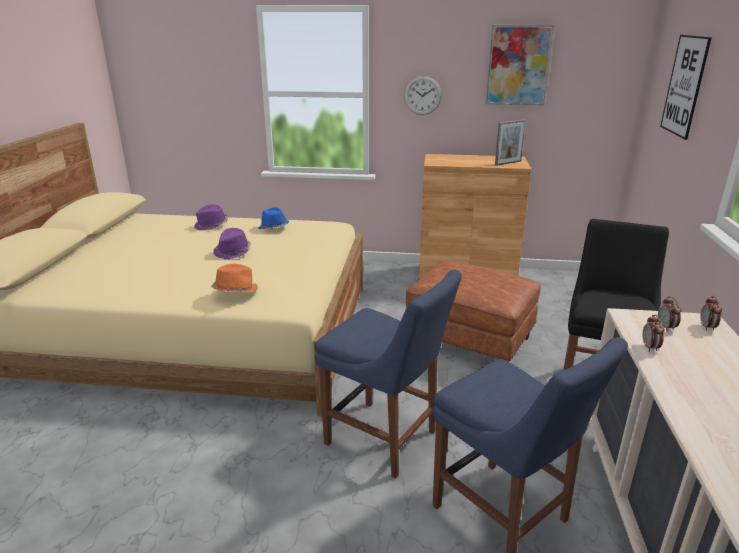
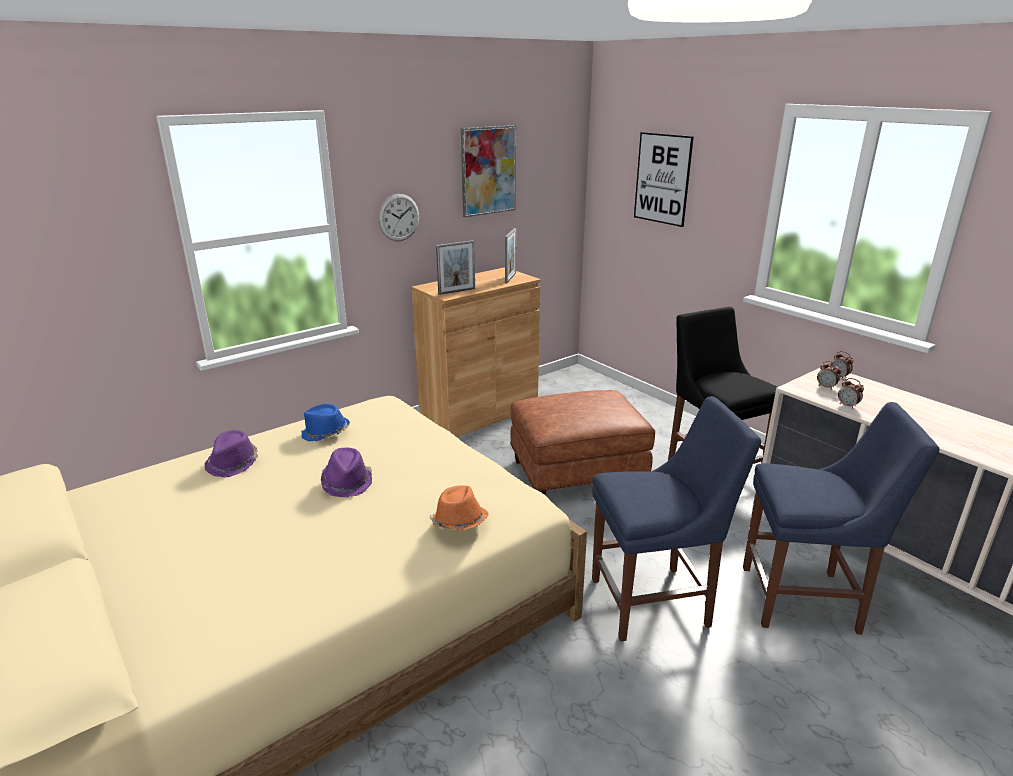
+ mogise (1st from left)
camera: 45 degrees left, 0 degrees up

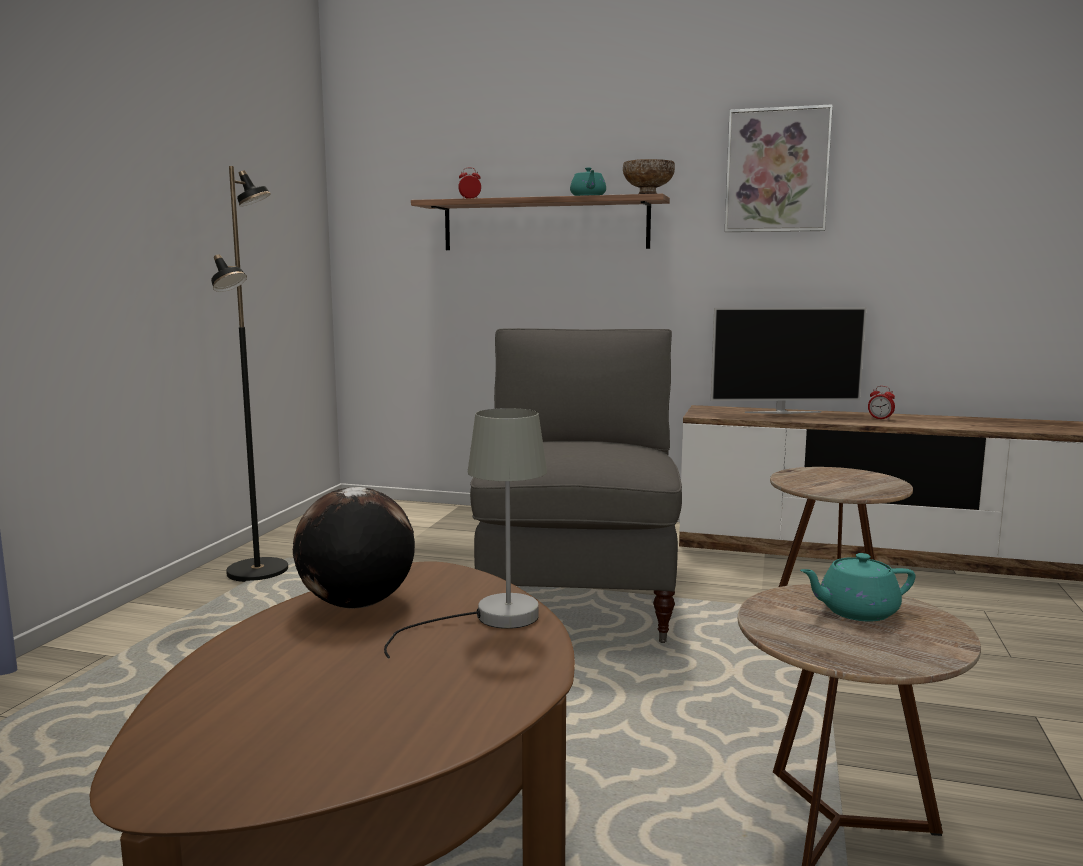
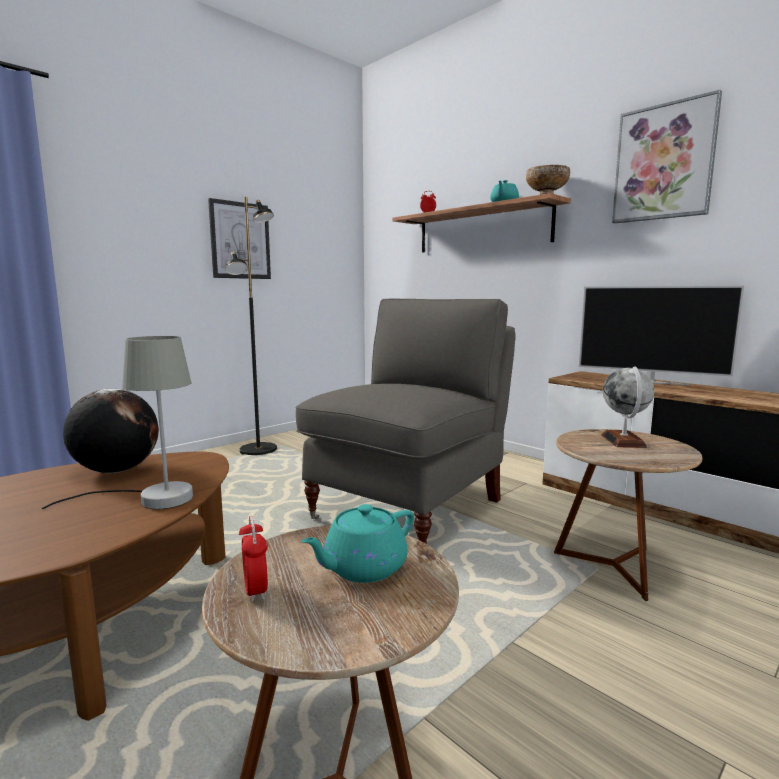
~ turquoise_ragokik (2nd from left in the first image) 60 degrees counterclockwise
~ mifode (2nd from left in the first image) to mifode (1st from left)
+ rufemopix (1st from left)
+ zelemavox (2nd from left)
camera: 30 degrees right, 0 degrees up

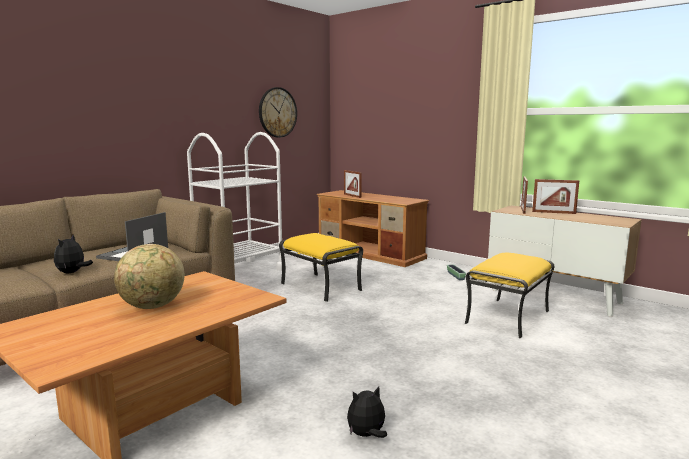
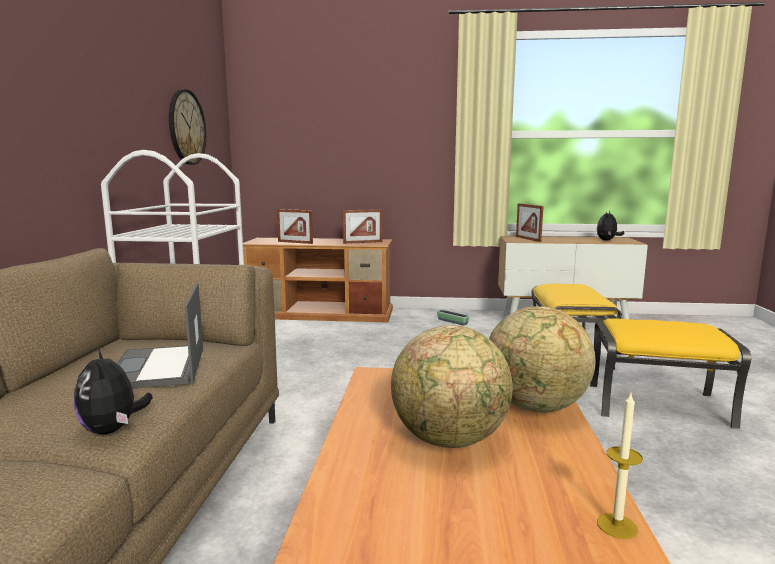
~ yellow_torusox (1st from left in the first image) to yellow_torusox (2nd from left)
~ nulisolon (2nd from left)
~ mogise (3rd from left in the first image) to mogise (2nd from left)
+ zelemavox (2nd from left)
+ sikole
camera: 35 degrees left, 0 degrees up

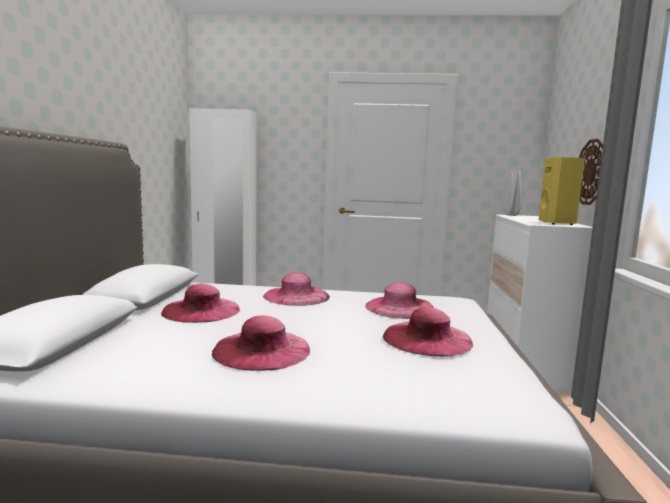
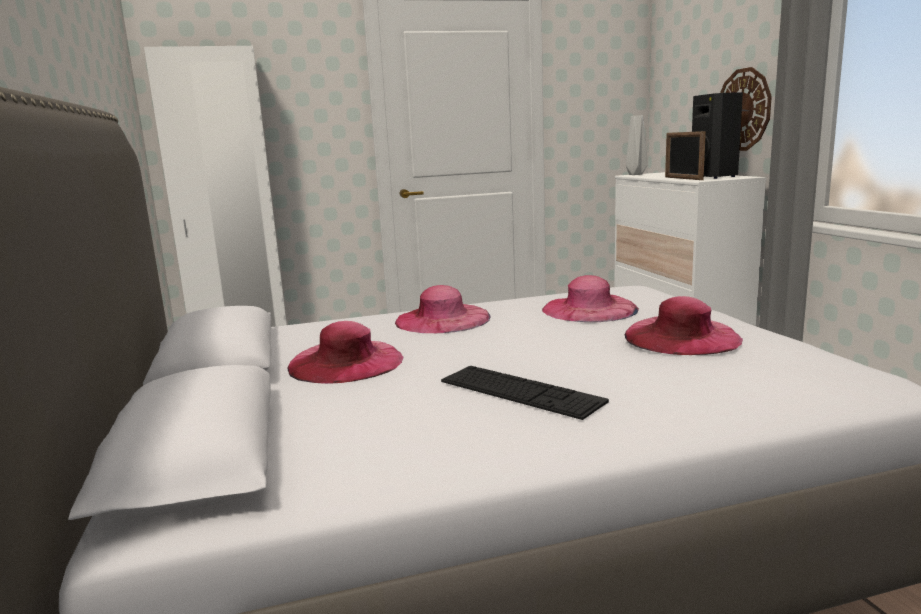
~ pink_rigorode (2nd from left) to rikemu
~ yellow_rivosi to black_rivosi
+ mogise
camera: 20 degrees left, 5 degrees up

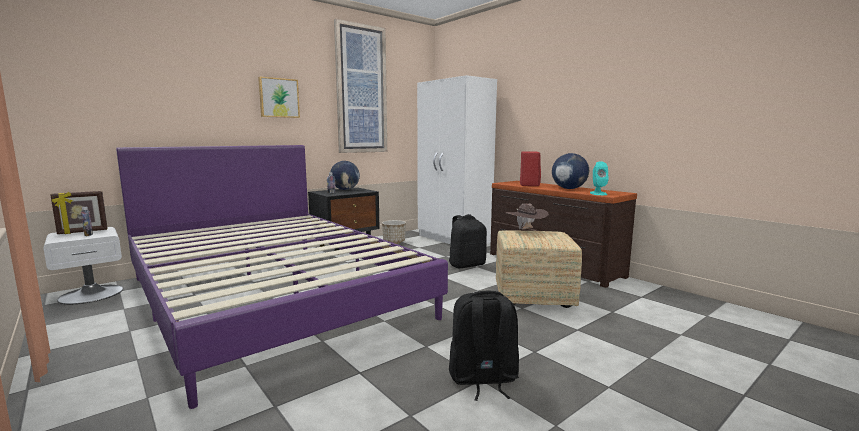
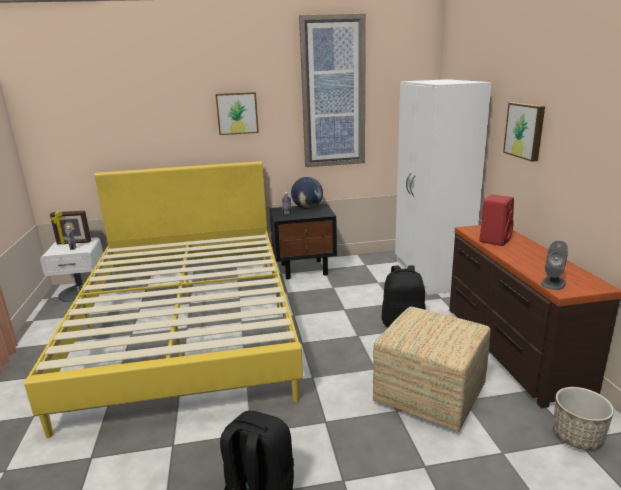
~ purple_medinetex to yellow_medinetex
~ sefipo
- brown_rigorode
- zelemavox (2nd from left)
~ turquoise_rivosi to grey_rivosi
+ rufemopix (3rd from left)
camera: 30 degrees right, 10 degrees up

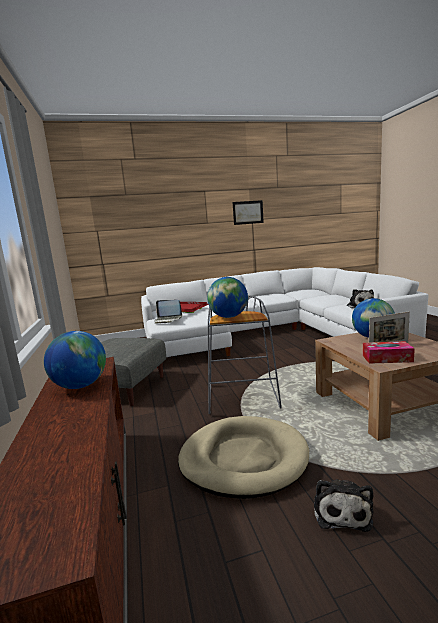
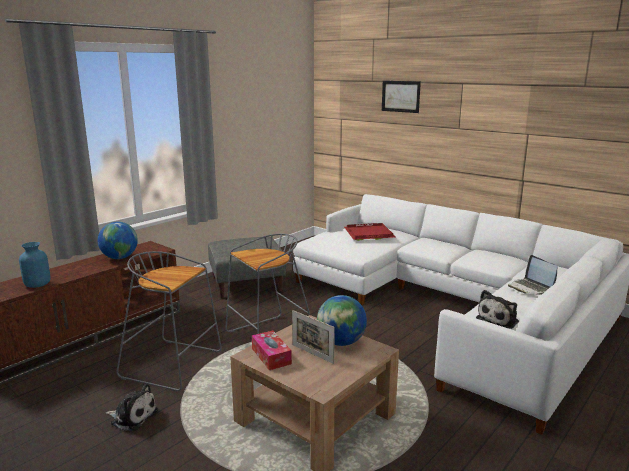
~ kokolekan
~ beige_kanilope to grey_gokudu (1st from left)
- zelemavox (2nd from left)
~ rufemopix
~ nulisolon (1st from left) 135 degrees counterclockwise
+ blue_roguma
camera: 55 degrees right, 5 degrees up

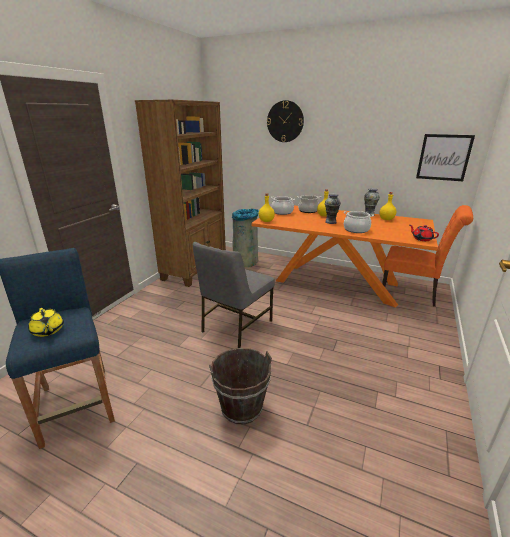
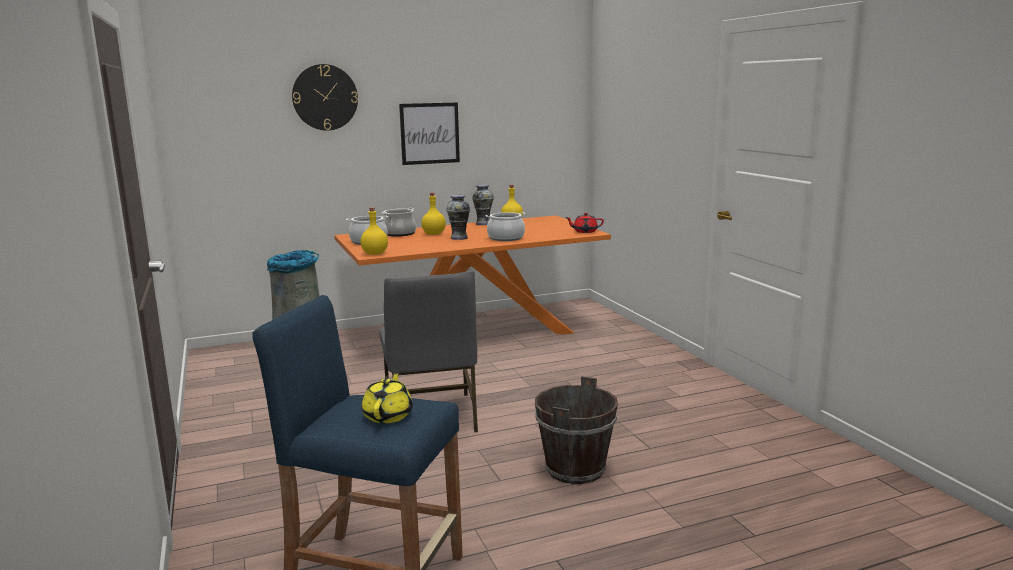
~ yellow_ragokik 90 degrees counterclockwise
- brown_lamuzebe
- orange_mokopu
~ rufemopix
camera: 45 degrees left, 10 degrees down

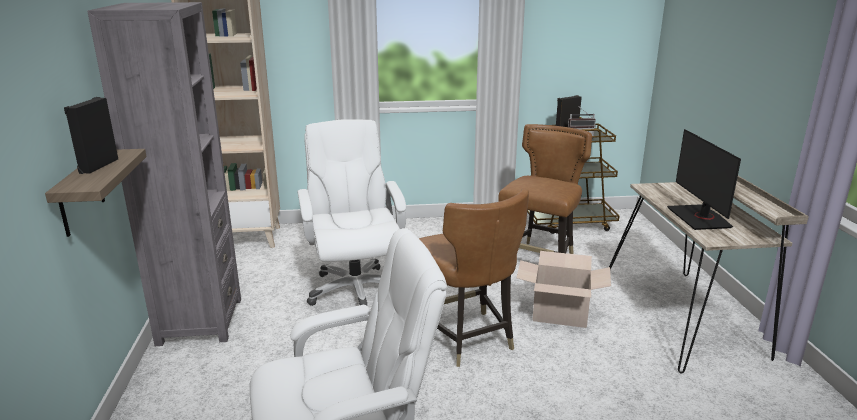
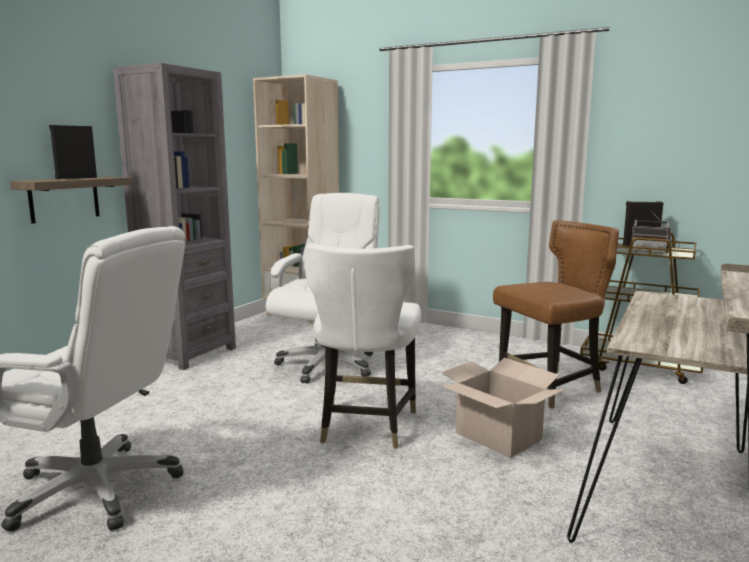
~ brown_mokopu (1st from left) to white_mokopu
- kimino
camera: 35 degrees right, 10 degrees down

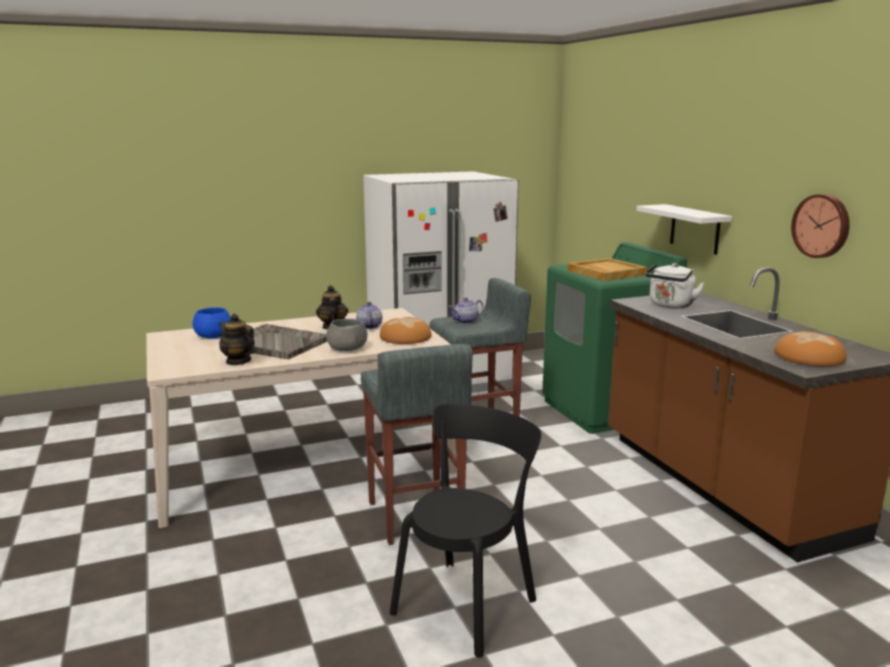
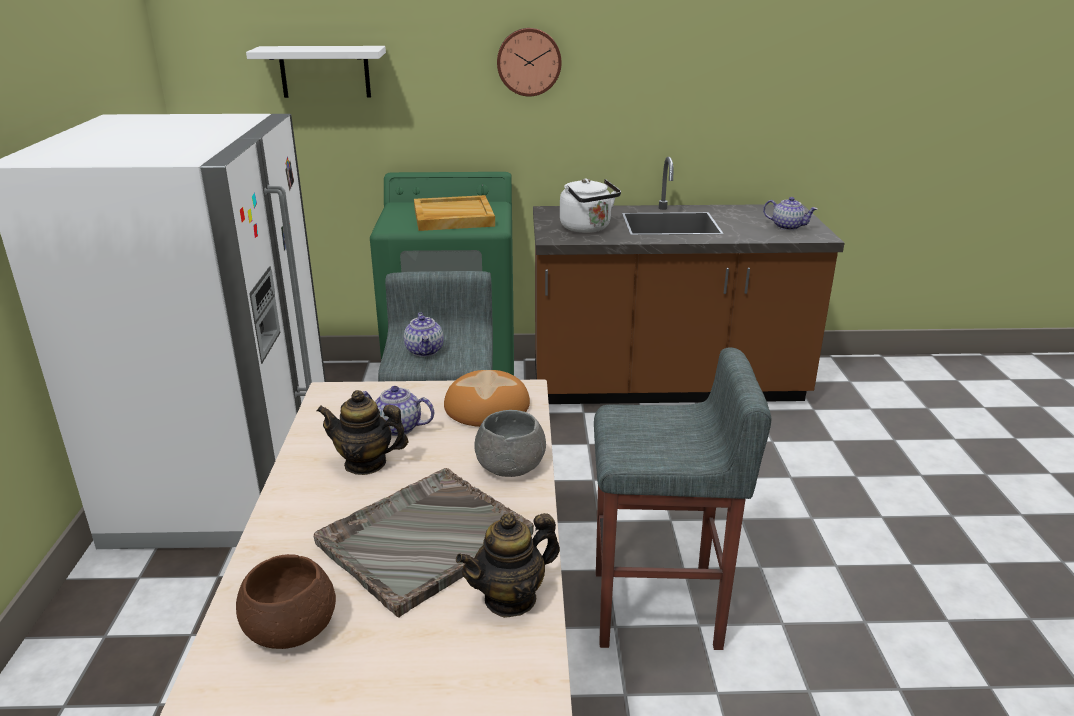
~ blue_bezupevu to brown_bezupevu
- black_mokopu
~ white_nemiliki
~ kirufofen (2nd from left) to ragokik (5th from left)
~ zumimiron
camera: 70 degrees left, 10 degrees up

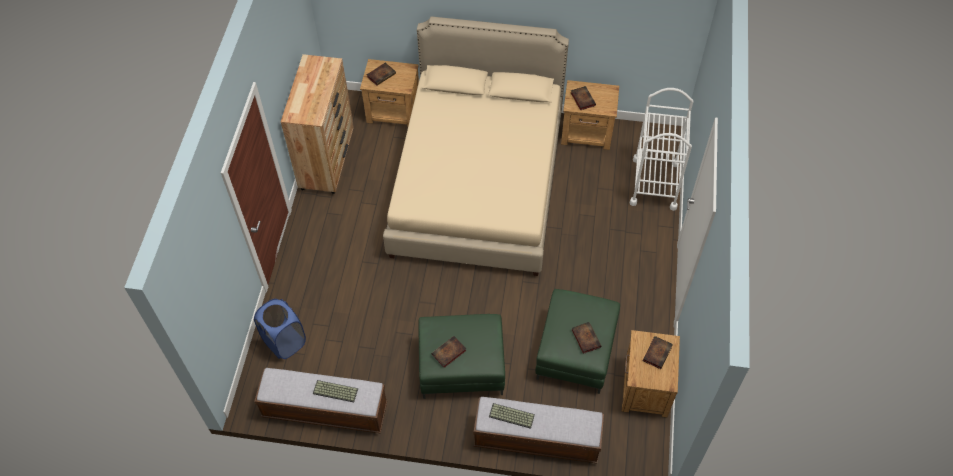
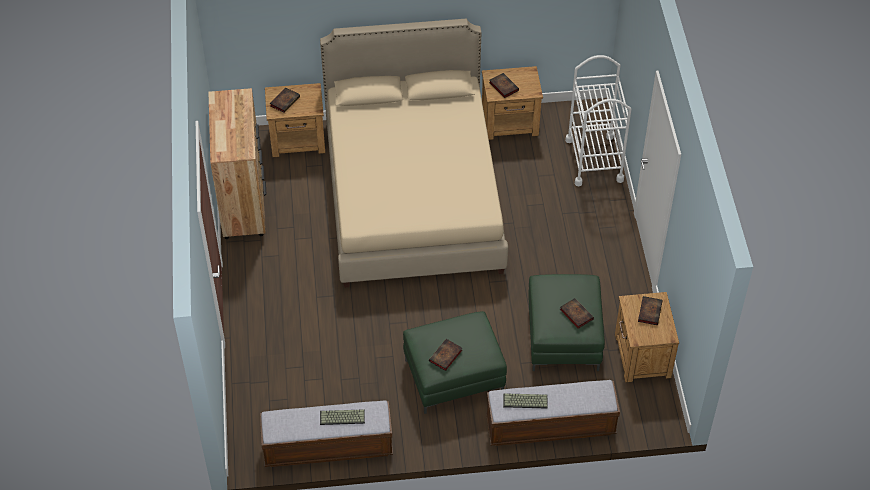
- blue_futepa
camera: 15 degrees left, 5 degrees down

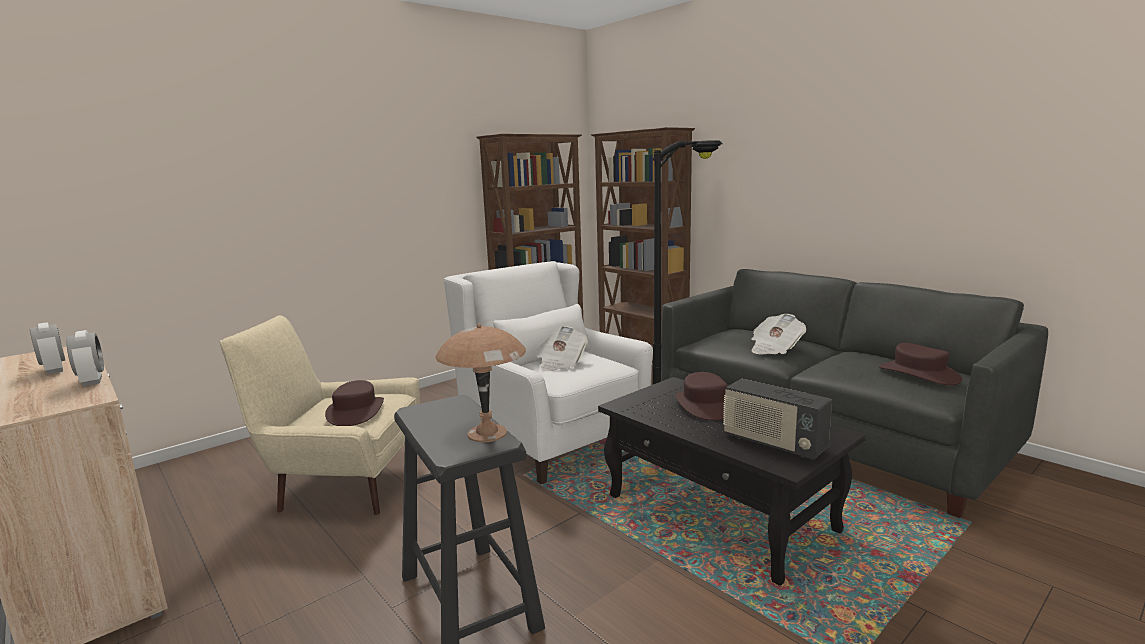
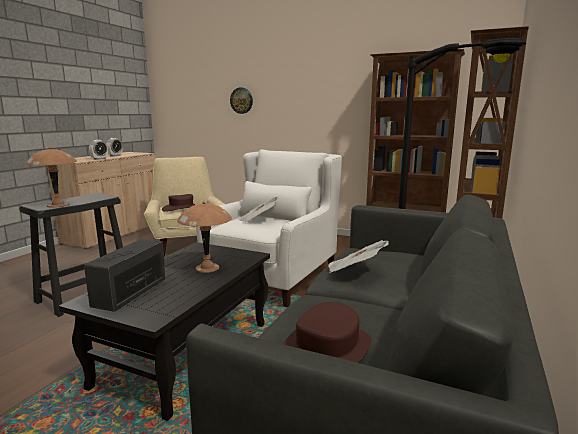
~ brown_rigorode (2nd from left) to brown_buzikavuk (2nd from left)
+ zumimiron
camera: 65 degrees right, 0 degrees up

